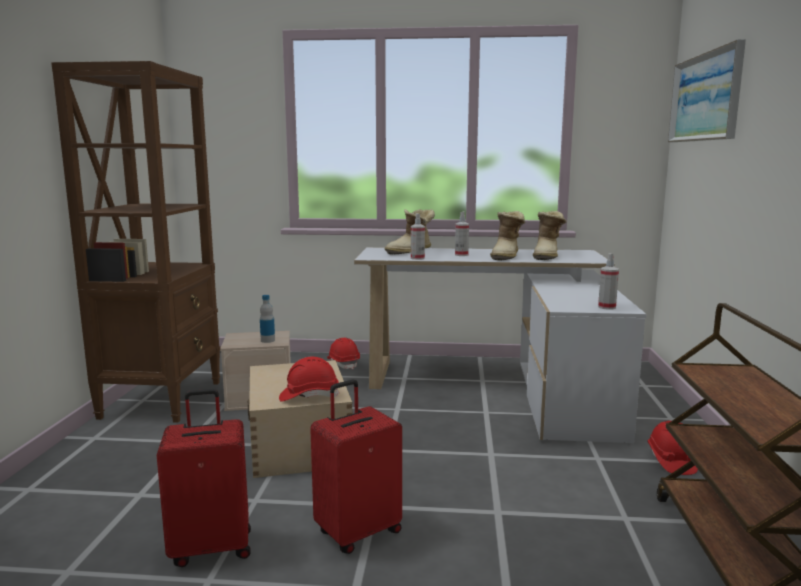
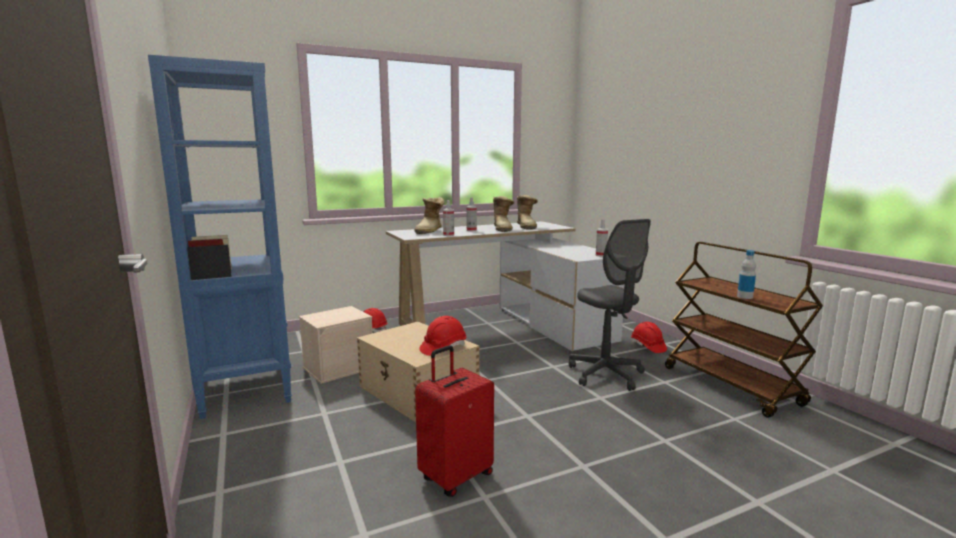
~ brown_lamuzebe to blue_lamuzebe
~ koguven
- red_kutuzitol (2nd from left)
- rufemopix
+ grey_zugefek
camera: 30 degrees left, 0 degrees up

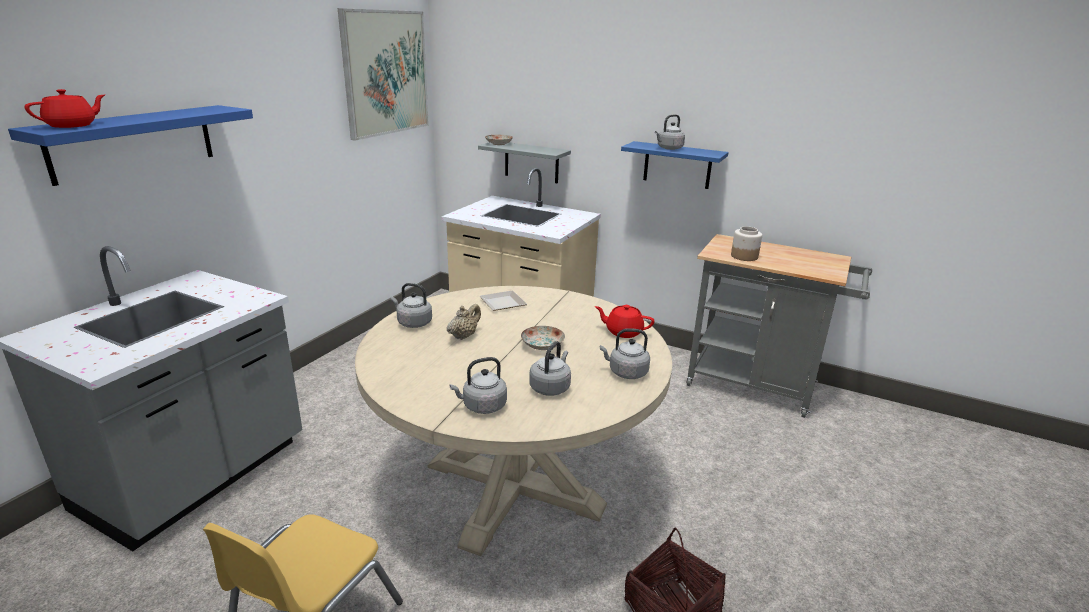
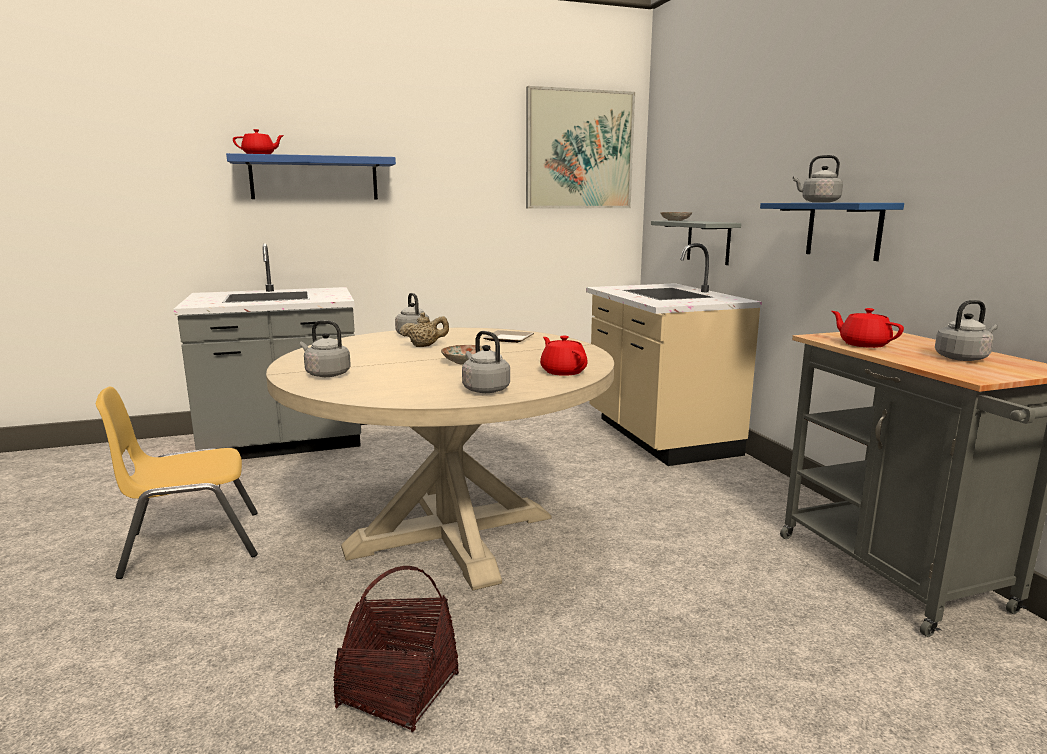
~ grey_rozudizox (3rd from left in the first image) to grey_rozudizox (5th from left)
~ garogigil to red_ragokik (3rd from left)
camera: 45 degrees right, 10 degrees down

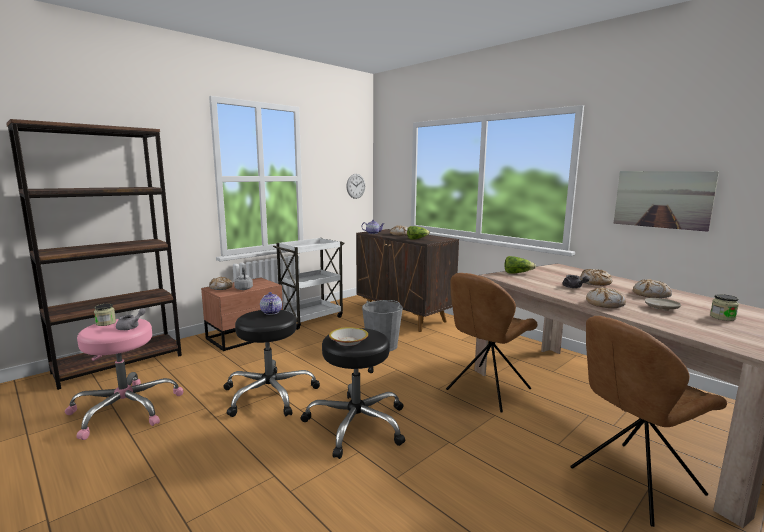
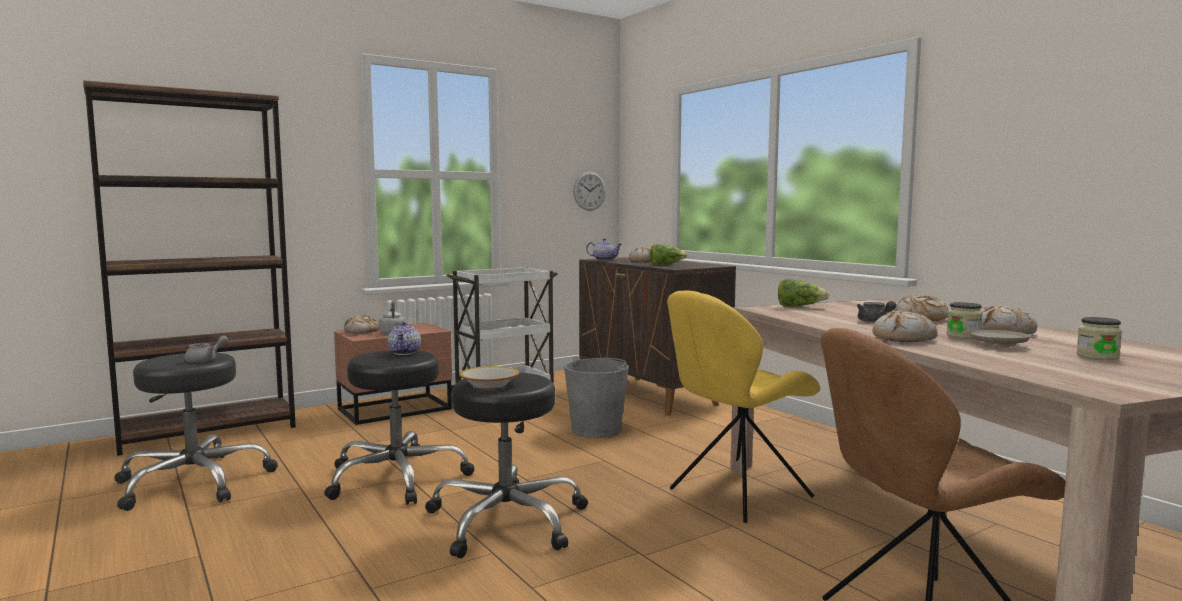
~ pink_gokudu to black_gokudu (1st from left)
~ garogigil (1st from left)
~ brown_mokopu (1st from left) to yellow_mokopu
- rufemopix
camera: 10 degrees right, 5 degrees down

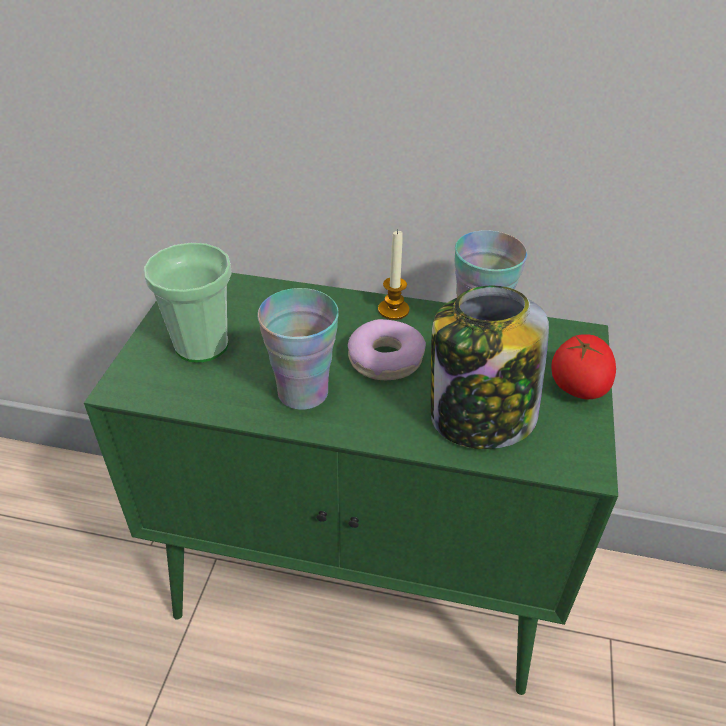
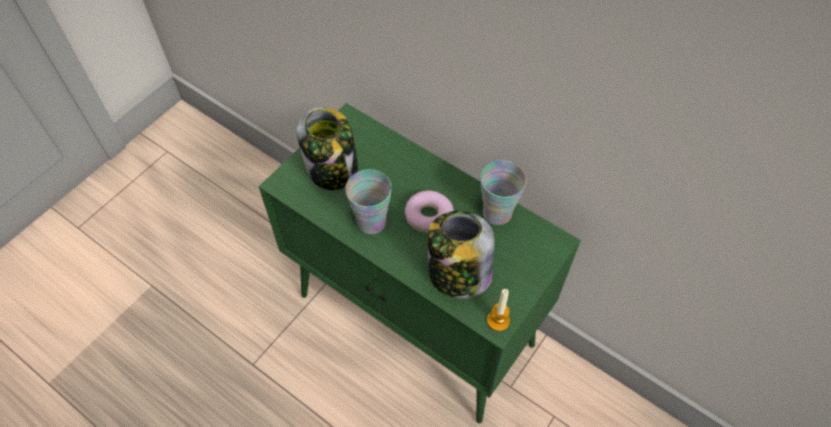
~ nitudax (1st from left) to garogigil (1st from left)
~ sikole
- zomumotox
camera: 25 degrees right, 15 degrees up

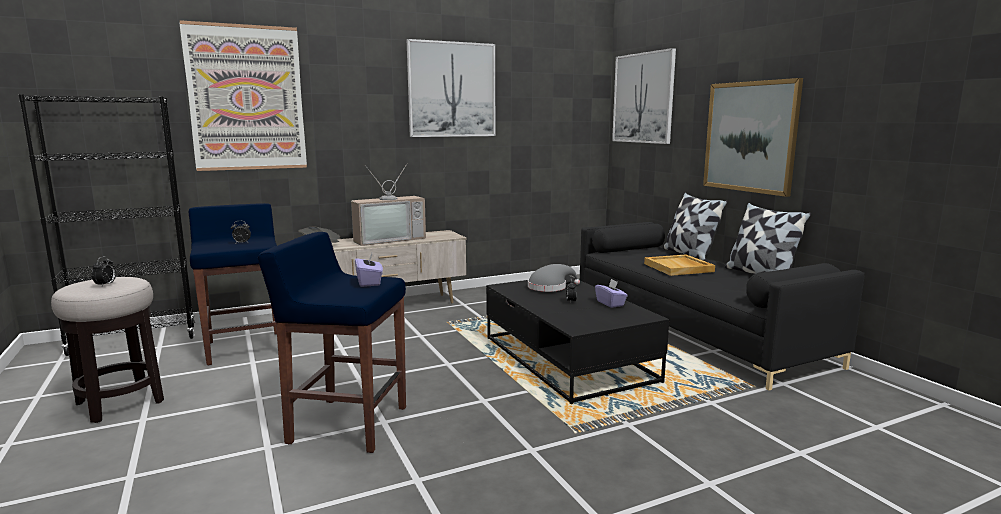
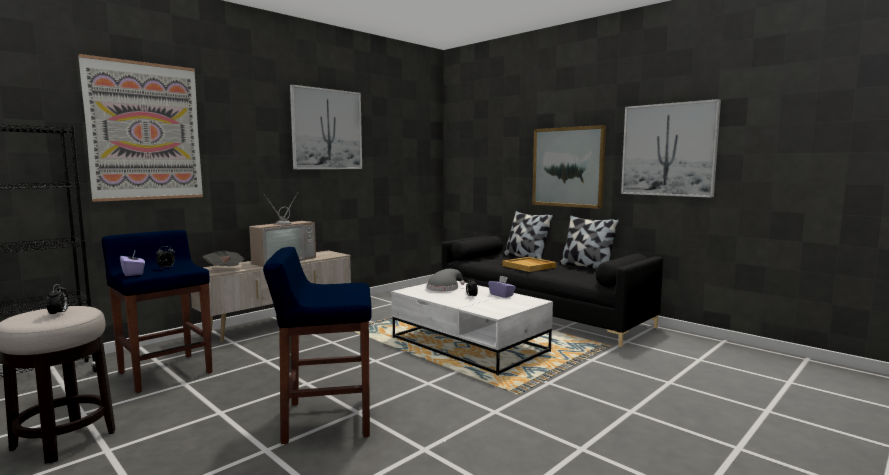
~ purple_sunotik (1st from left)
~ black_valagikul to white_valagikul
~ rufemopix (3rd from left in the first image) to rufemopix (4th from left)
camera: 20 degrees left, 5 degrees down

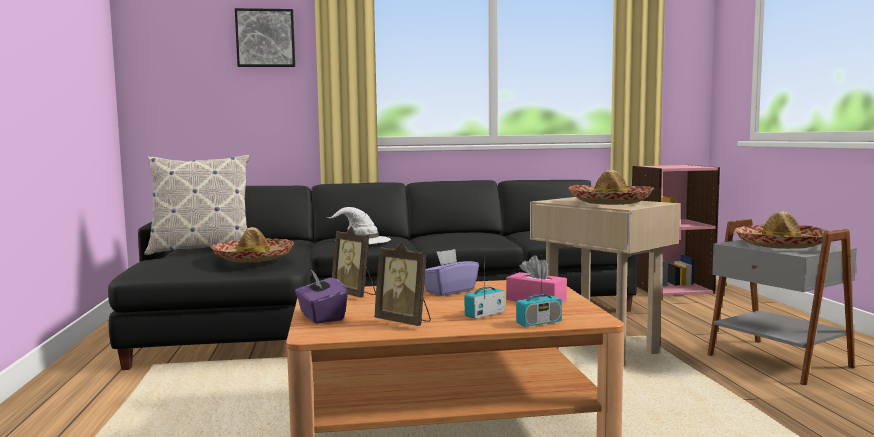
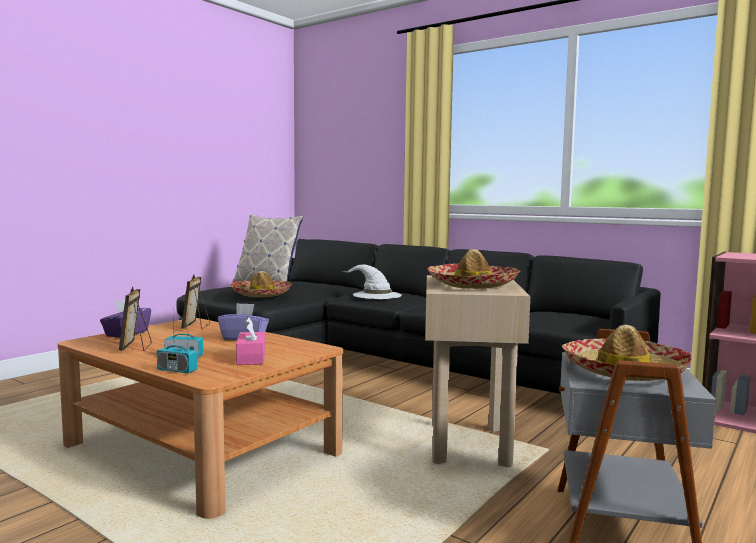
- rufemopix
camera: 45 degrees right, 0 degrees up

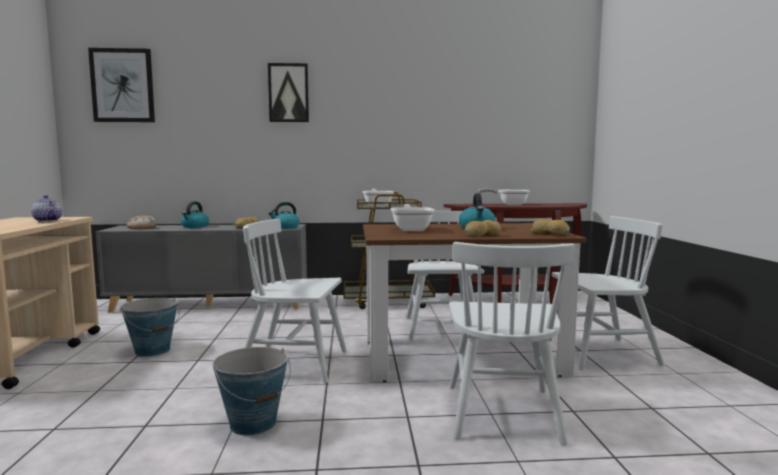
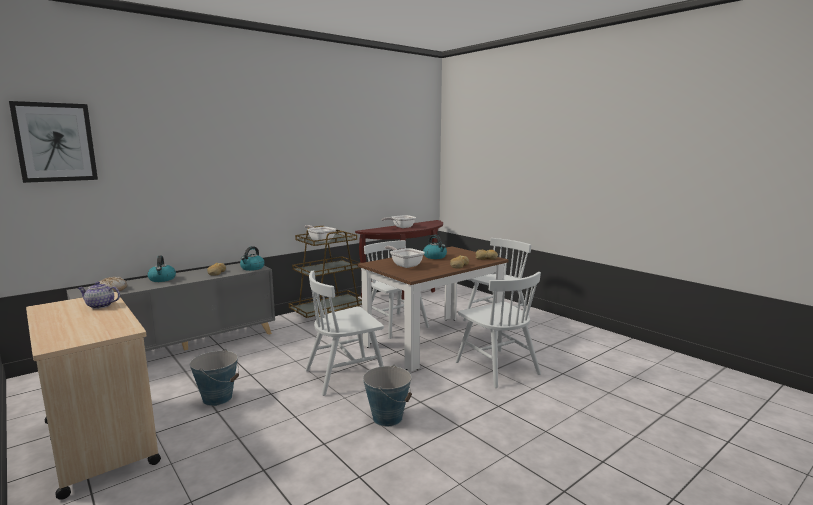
- rufemopix (2nd from left)
camera: 35 degrees left, 5 degrees up

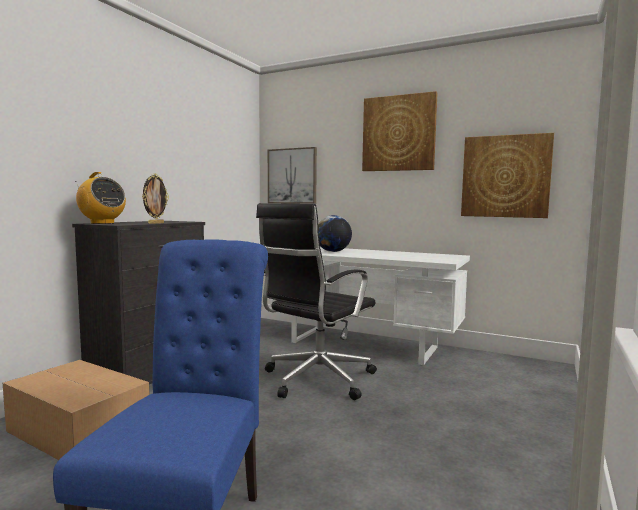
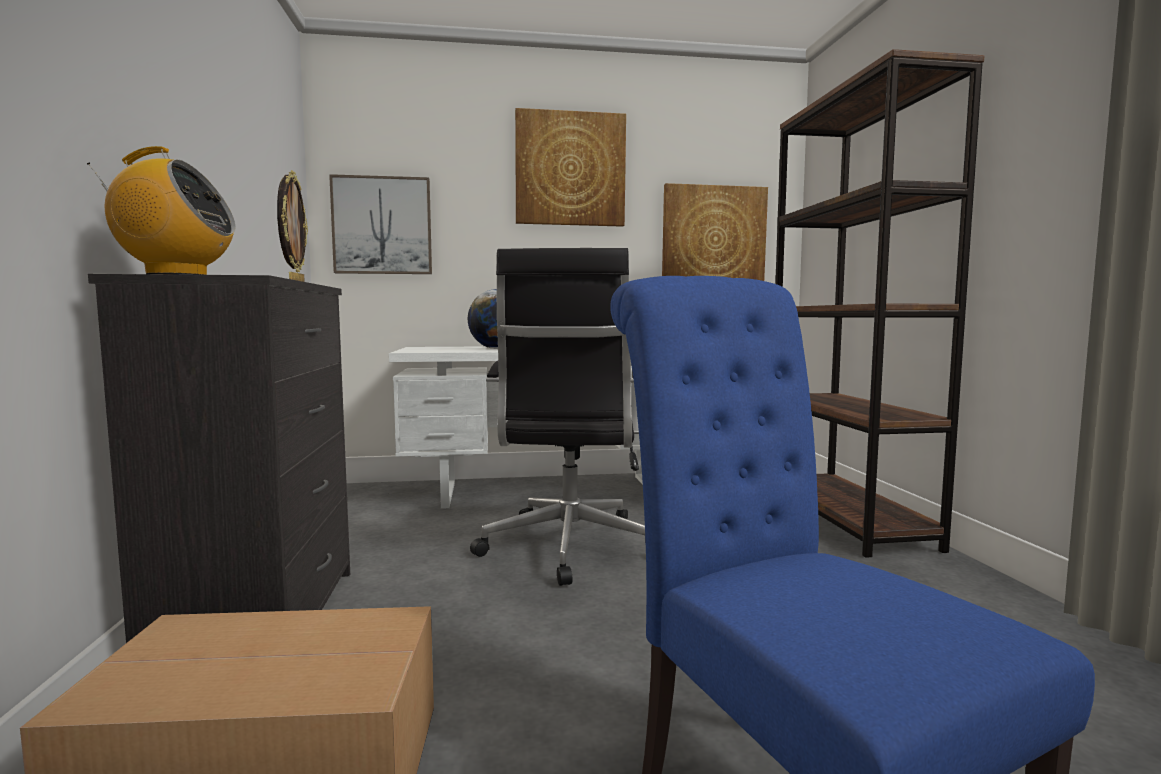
+ brown_lamuzebe
camera: 35 degrees left, 0 degrees up

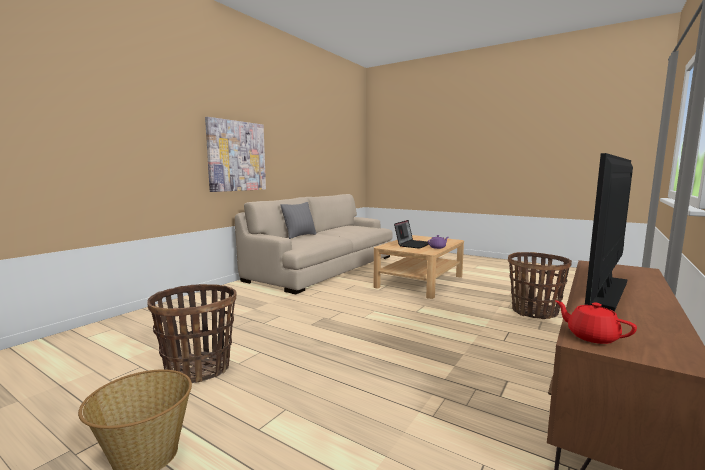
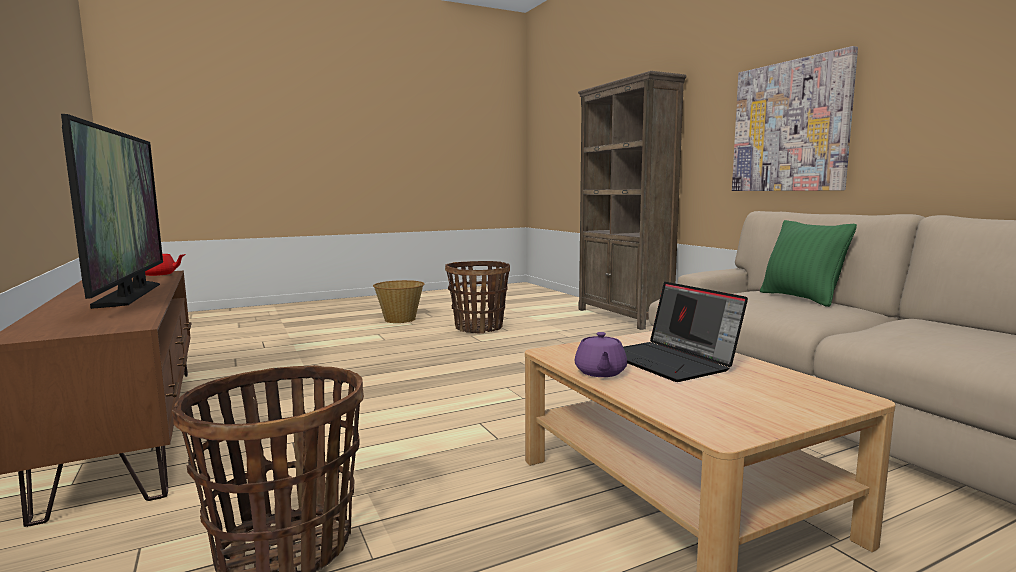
~ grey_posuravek to green_posuravek
+ brown_lamuzebe
camera: 120 degrees right, 0 degrees up

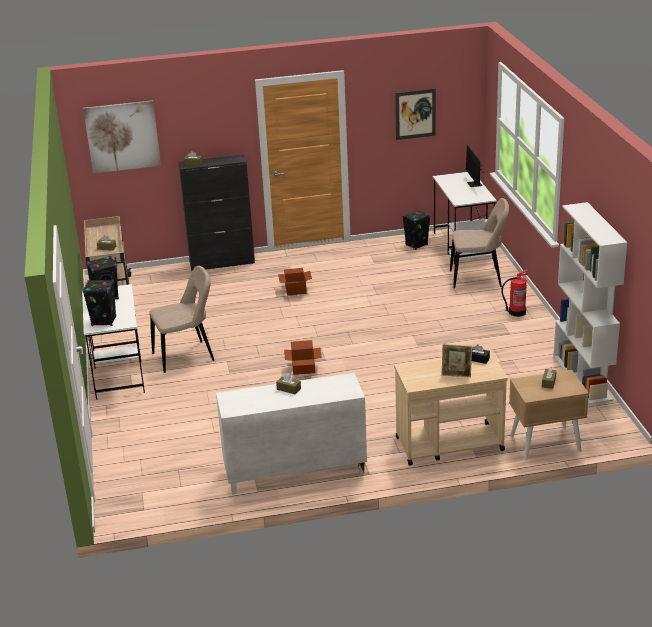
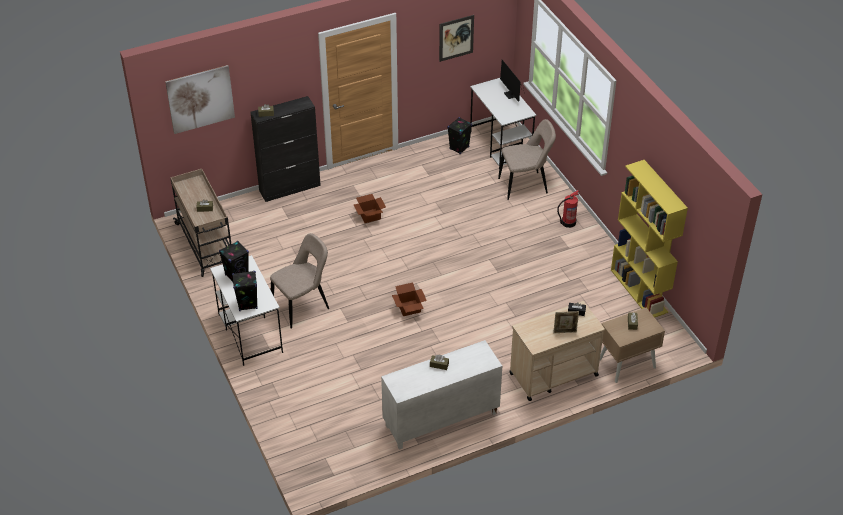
~ white_lamuzebe to yellow_lamuzebe
camera: 15 degrees left, 15 degrees up

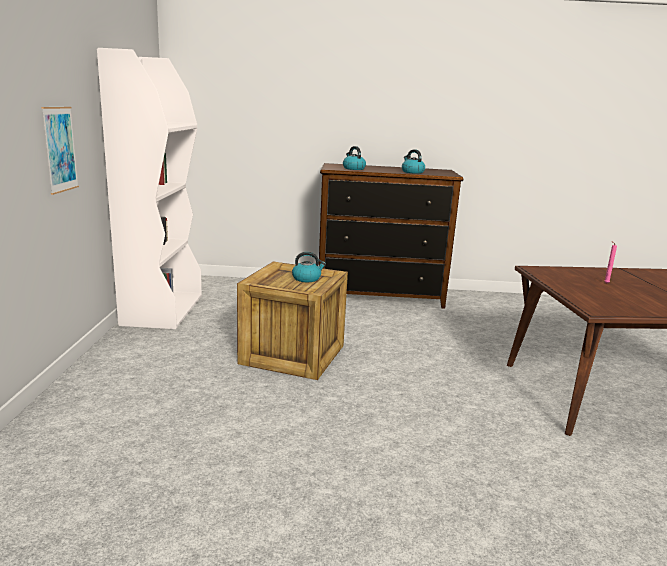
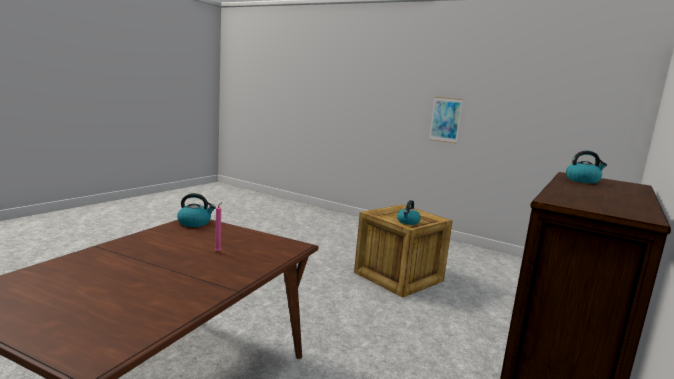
- white_lamuzebe
~ rozudizox (3rd from left in the first image) to rozudizox (1st from left)
camera: 120 degrees right, 5 degrees down

